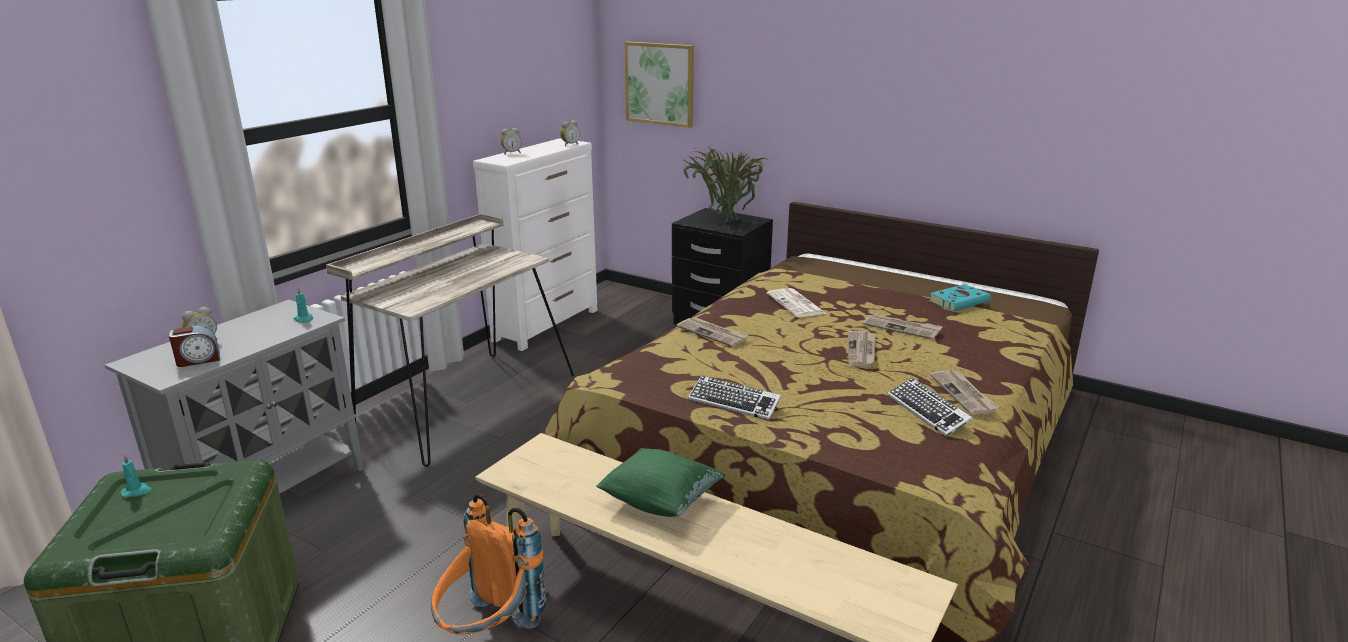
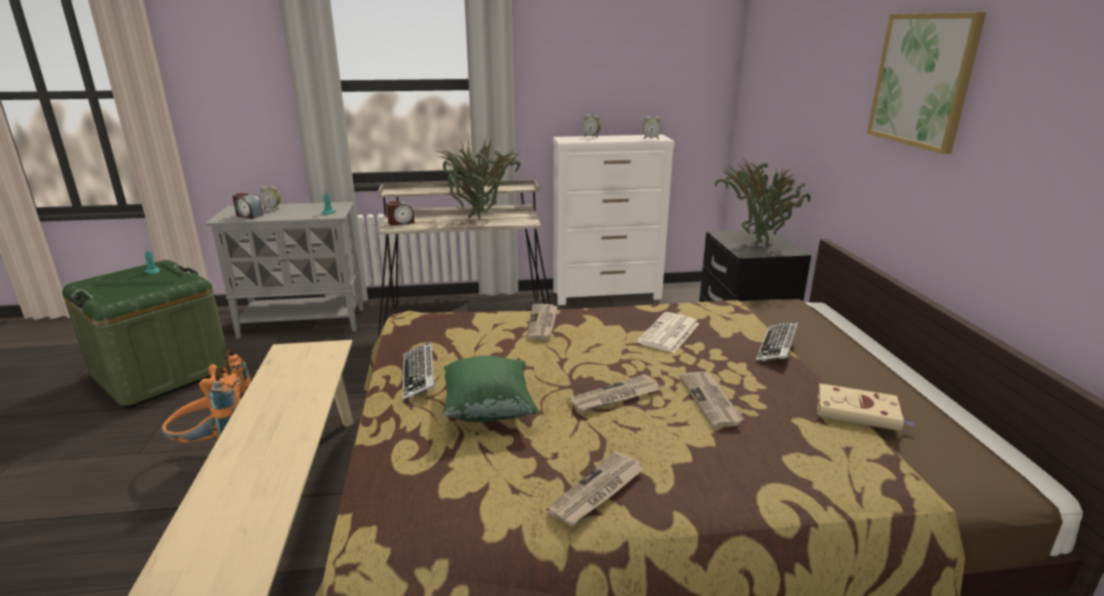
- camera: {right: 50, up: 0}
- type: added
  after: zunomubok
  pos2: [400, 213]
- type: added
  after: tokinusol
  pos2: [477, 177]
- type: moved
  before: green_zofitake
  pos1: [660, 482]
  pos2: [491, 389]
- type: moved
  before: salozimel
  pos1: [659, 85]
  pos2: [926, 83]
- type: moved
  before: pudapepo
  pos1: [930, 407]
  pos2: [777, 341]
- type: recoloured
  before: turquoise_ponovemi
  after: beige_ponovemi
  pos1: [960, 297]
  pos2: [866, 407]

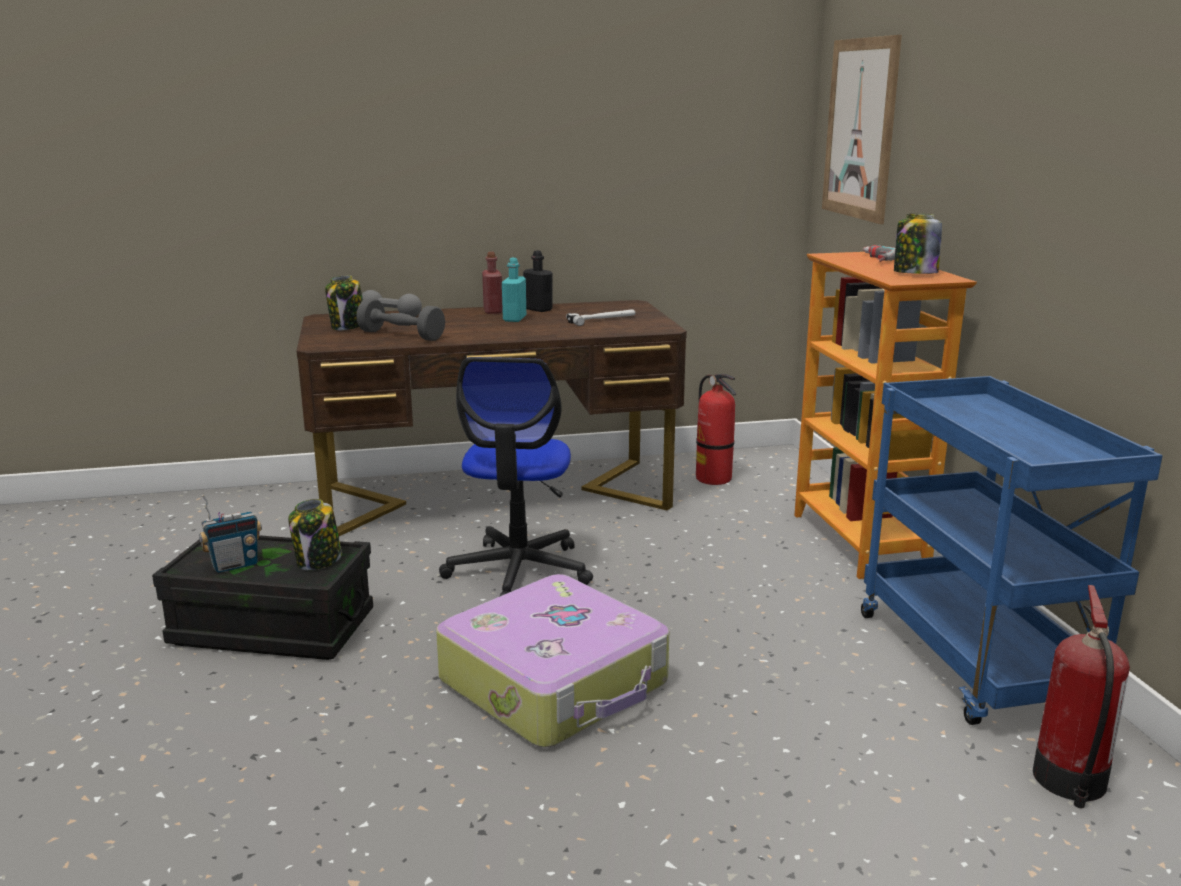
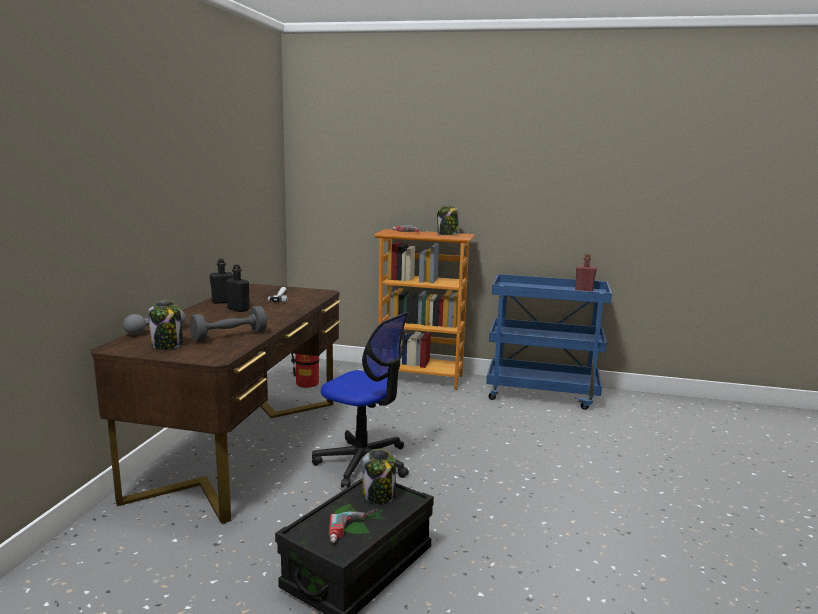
- camera: {right: -65, up: -5}
- type: removed
  before: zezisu
  pos1: [552, 660]
- type: removed
  before: salozimel
  pos1: [862, 129]
- type: removed
  before: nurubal
  pos1: [1081, 696]
- type: moved
  before: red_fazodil
  pos1: [492, 283]
  pos2: [586, 273]
- type: replaced
  before: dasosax
  after: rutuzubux
  pos1: [230, 534]
  pos2: [353, 526]
- type: recoloured
  before: turquoise_fazodil
  after: black_fazodil
  pos1: [514, 290]
  pos2: [238, 288]

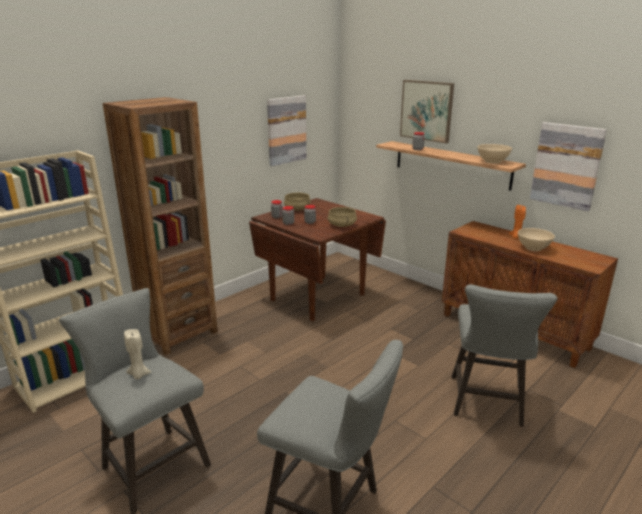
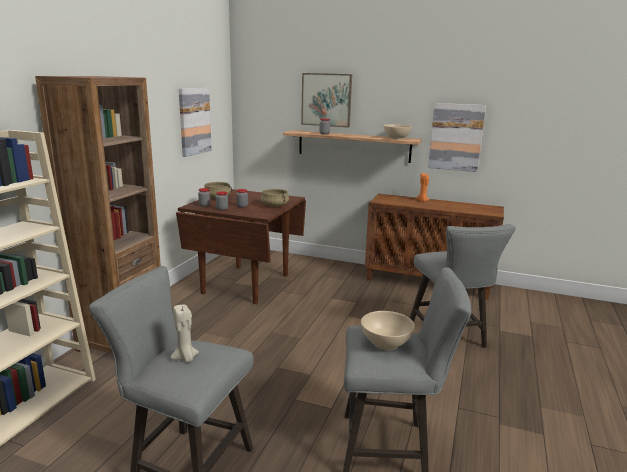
- camera: {right: -25, up: -5}
- type: moved
  before: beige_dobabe
  pos1: [536, 239]
  pos2: [388, 330]

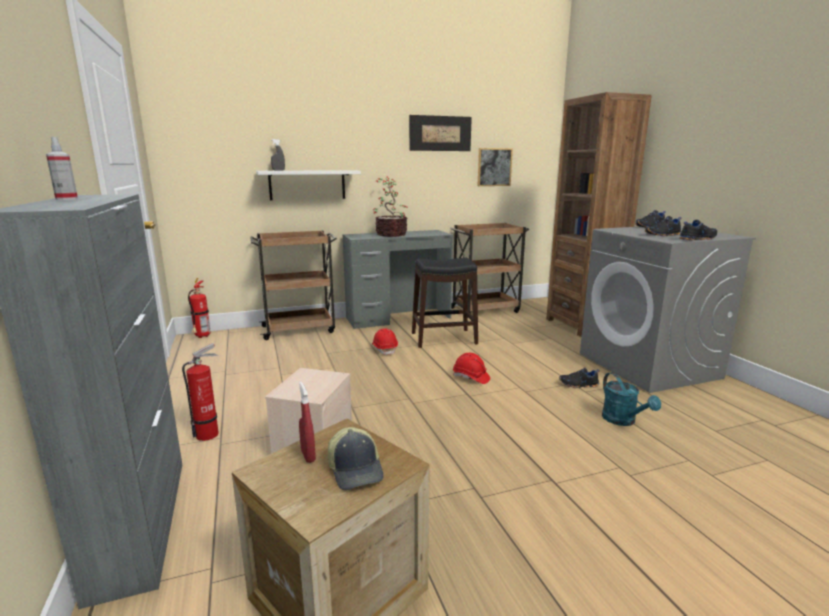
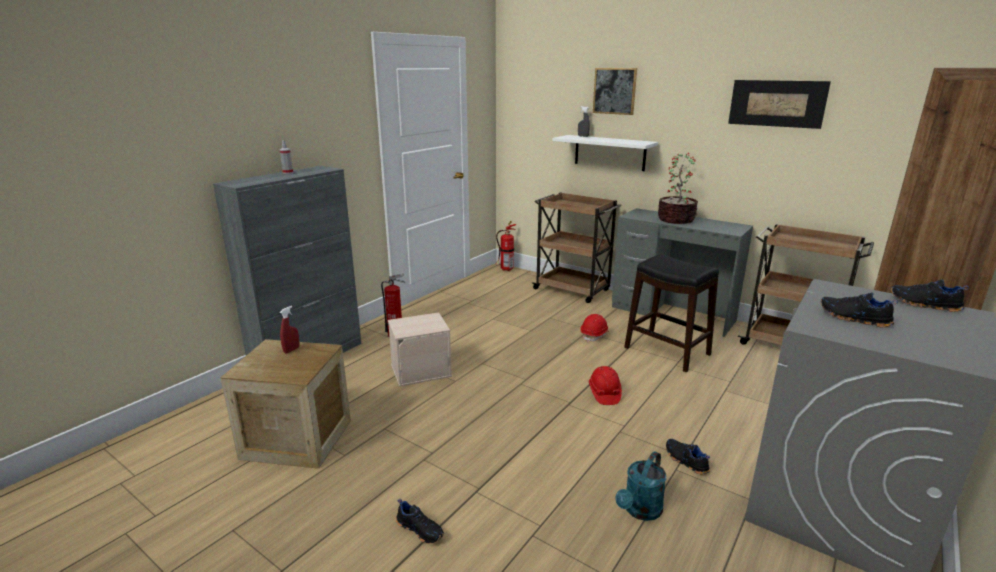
- camera: {right: 55, up: 5}
- type: removed
  before: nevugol
  pos1: [355, 458]
- type: moved
  before: salozimel
  pos1: [495, 167]
  pos2: [615, 91]
- type: moved
  before: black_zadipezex
  pos1: [698, 230]
  pos2: [420, 521]

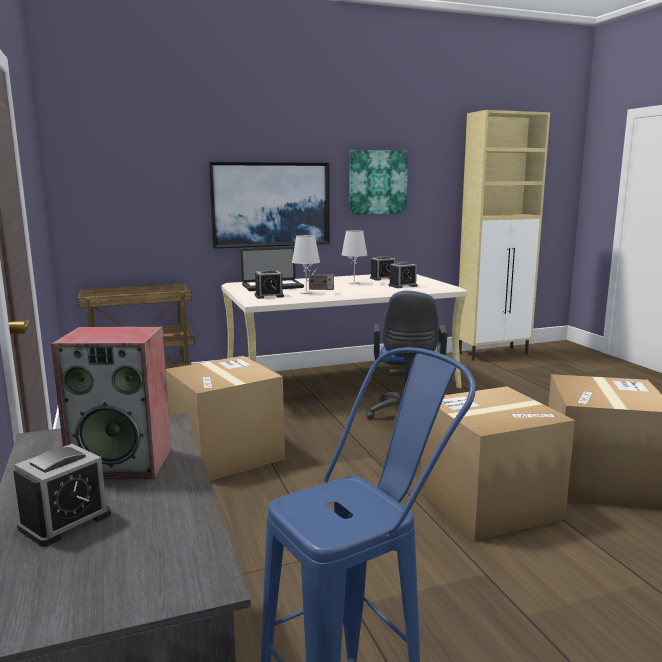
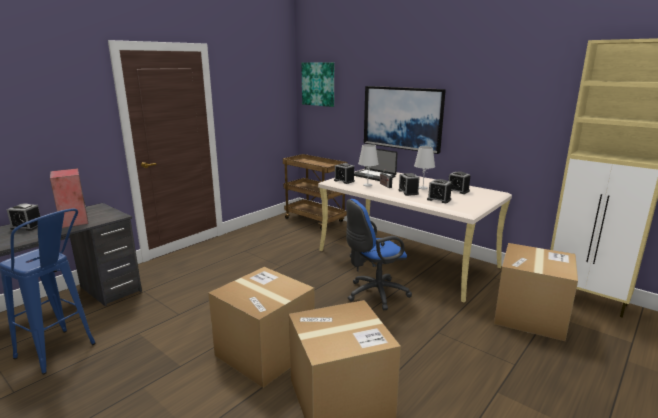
- camera: {right: 60, up: 5}
- type: added
  after: zunomubok
  pos2: [409, 184]
- type: moved
  before: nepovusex
  pos1: [225, 418]
  pos2: [536, 292]
- type: moved
  before: salozimel
  pos1: [378, 182]
  pos2: [317, 84]

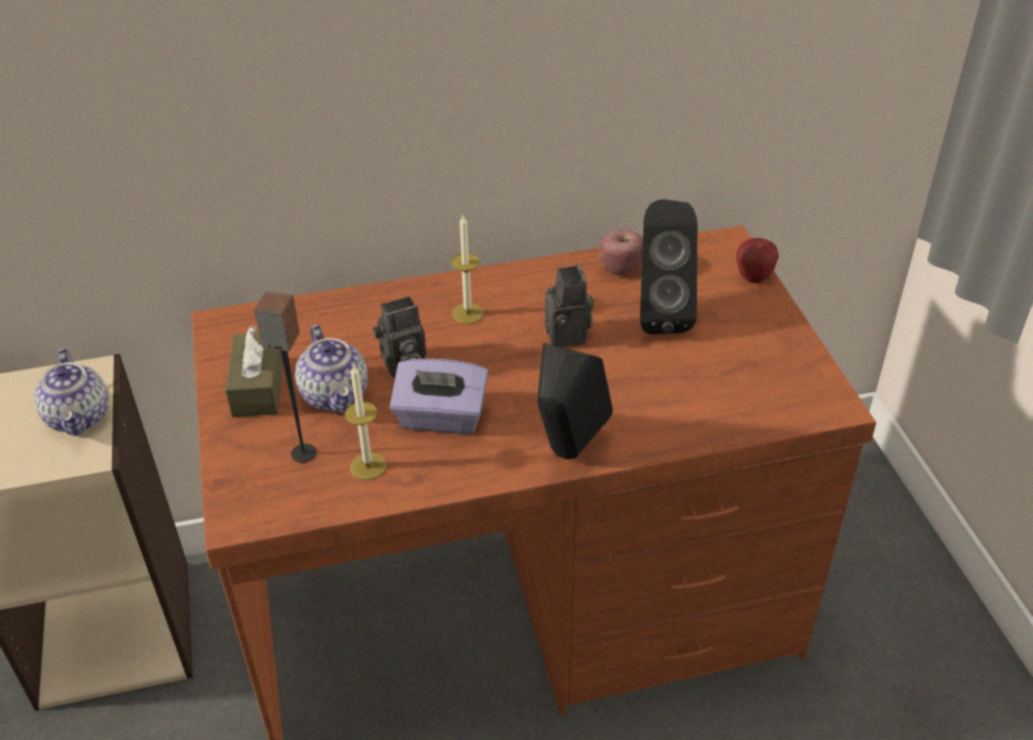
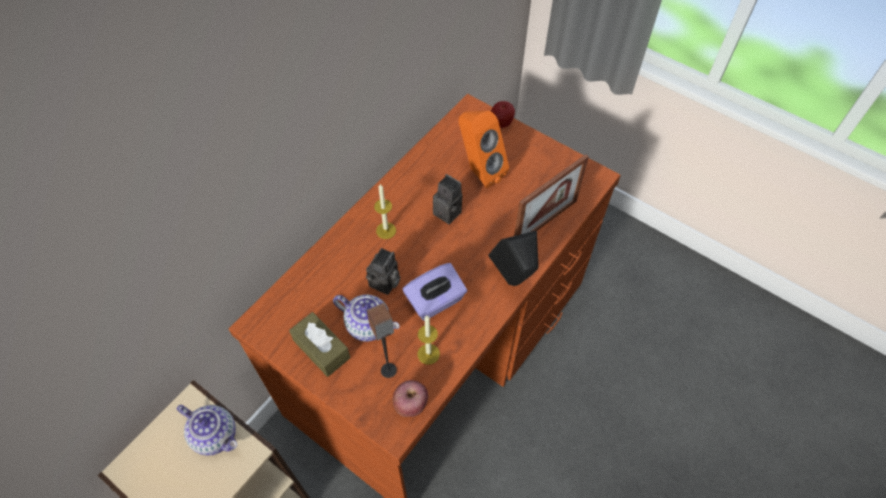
- camera: {right: -40, up: 15}
- type: added
  after: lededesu
  pos2: [551, 195]
- type: moved
  before: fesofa
  pos1: [620, 252]
  pos2: [410, 398]
- type: recoloured
  before: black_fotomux
  after: orange_fotomux
  pos1: [668, 266]
  pos2: [483, 149]

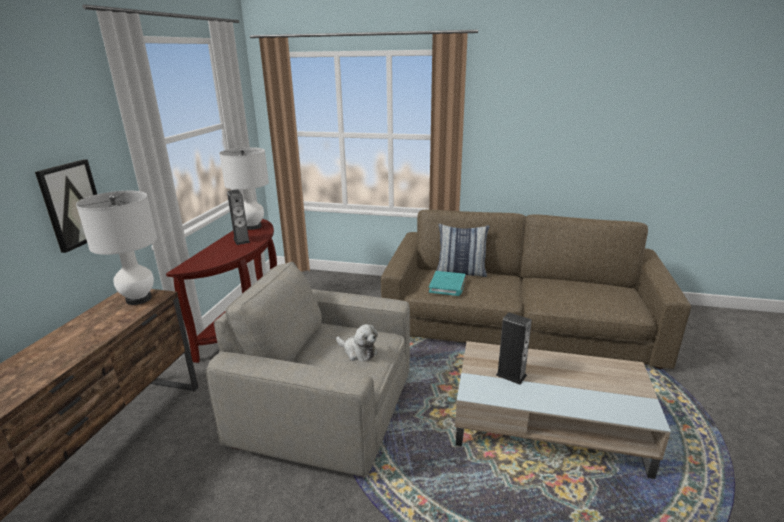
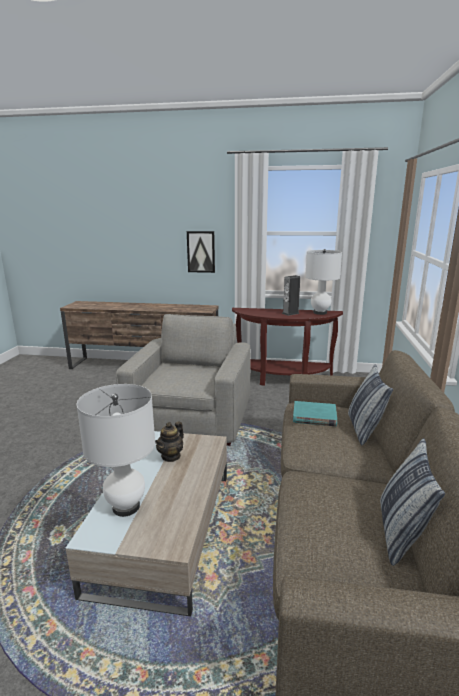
- camera: {right: 85, up: -5}
- type: removed
  before: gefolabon
  pos1: [357, 342]
- type: added
  after: zofitake
  pos2: [412, 502]
- type: moved
  before: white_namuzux
  pos1: [116, 248]
  pos2: [116, 450]
- type: replaced
  before: fotomux
  after: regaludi
  pos1: [514, 348]
  pos2: [169, 441]

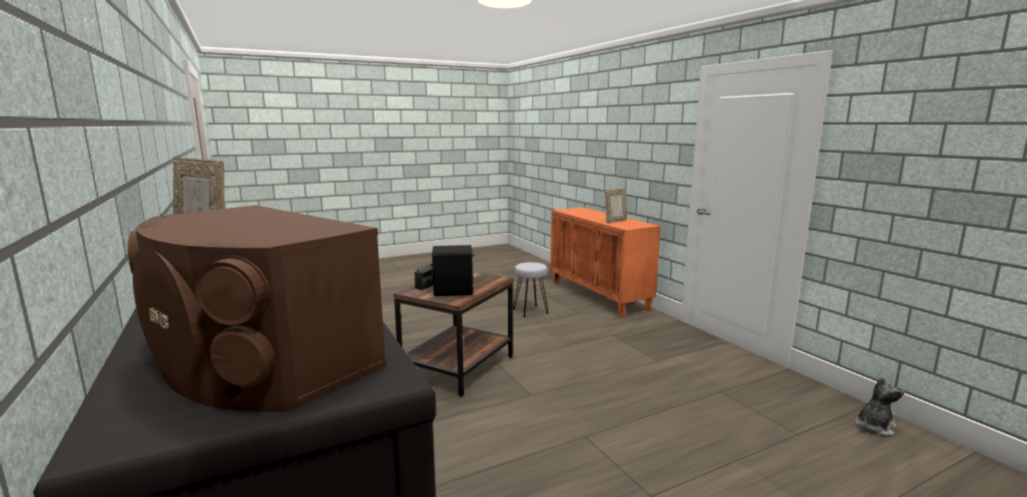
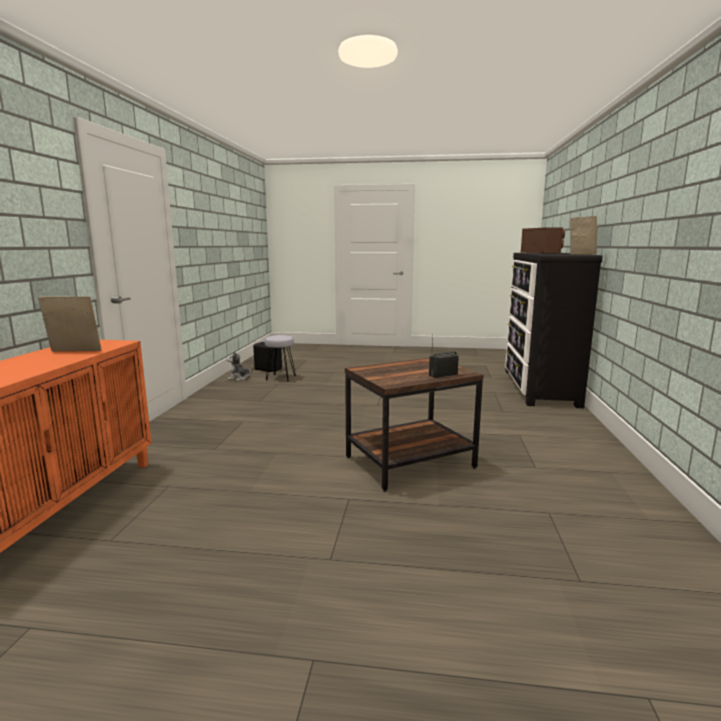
- camera: {right: -145, up: 0}
- type: moved
  before: black_fotomux
  pos1: [454, 270]
  pos2: [267, 357]
- type: moved
  before: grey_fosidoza
  pos1: [530, 289]
  pos2: [280, 358]

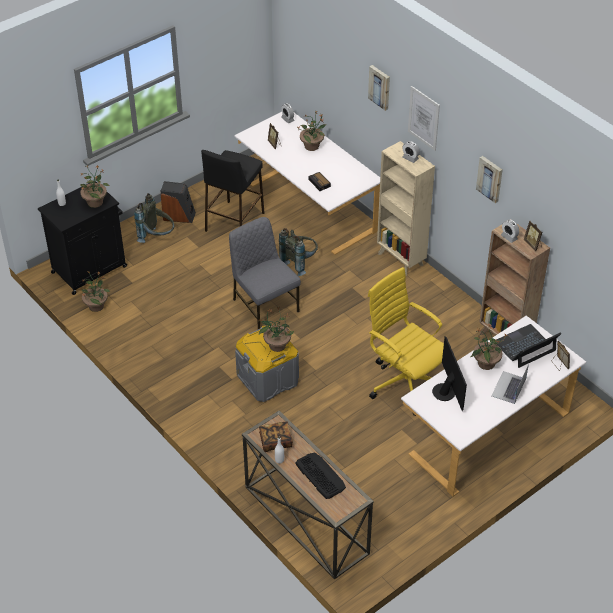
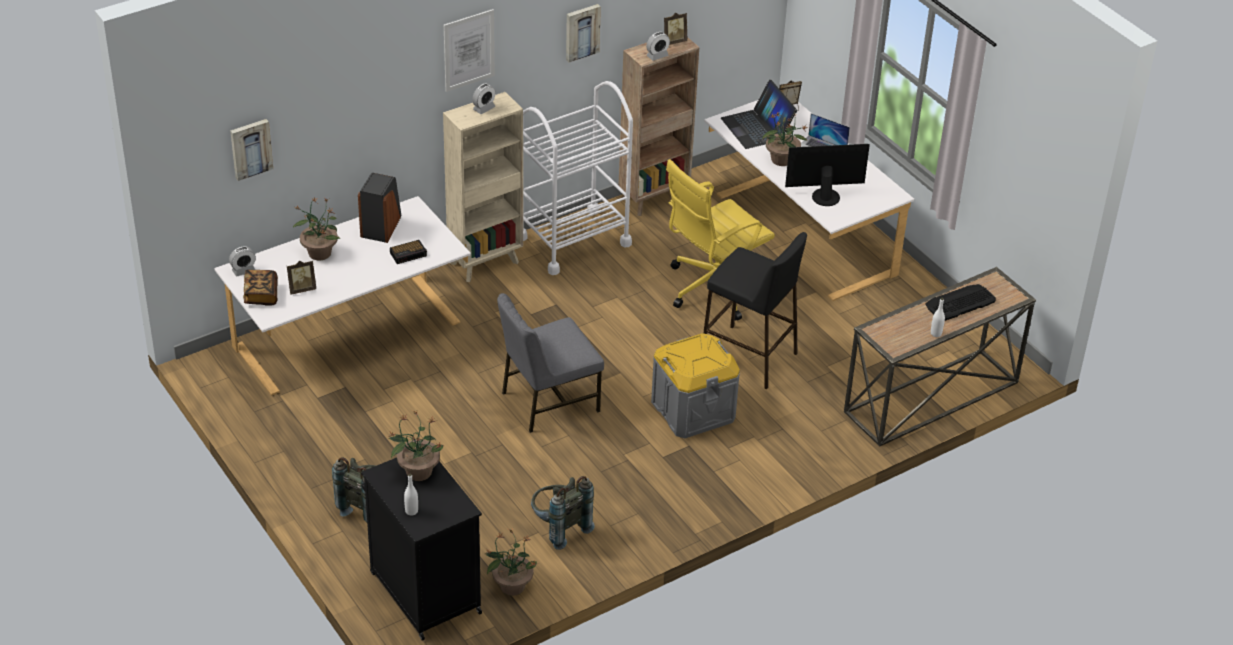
- camera: {right: -85, up: -5}
- type: removed
  before: tokinusol
  pos1: [276, 330]
- type: added
  after: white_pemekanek
  pos2: [578, 178]
- type: moved
  before: fotomux
  pos1: [178, 202]
  pos2: [379, 208]
- type: moved
  before: black_fosidoza
  pos1: [232, 191]
  pos2: [755, 310]
- type: moved
  before: ponovemi
  pos1: [276, 436]
  pos2: [260, 288]
- type: moved
  before: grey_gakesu
  pos1: [298, 252]
  pos2: [563, 513]
- type: moved
  before: salozimel
  pos1: [379, 88]
  pos2: [251, 150]

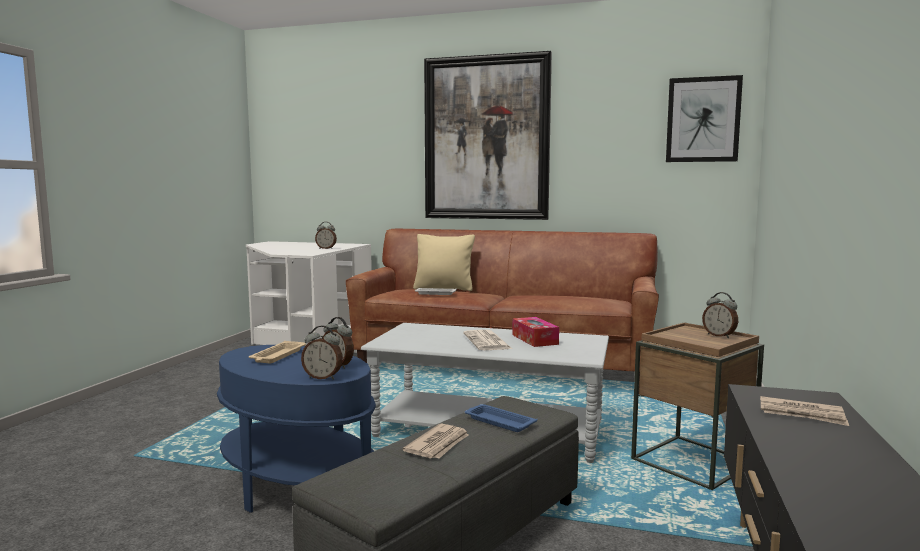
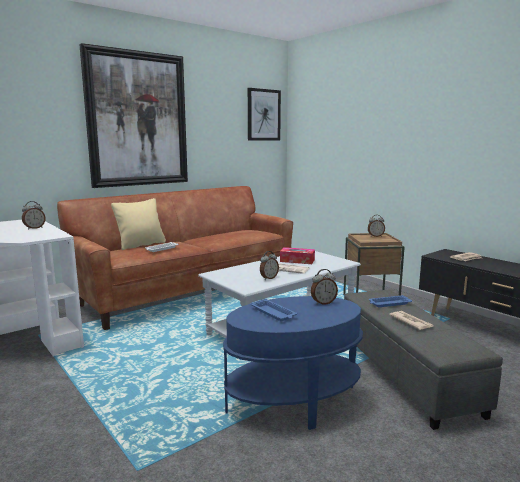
- camera: {right: -55, up: 5}
- type: moved
  before: zunomubok
  pos1: [322, 352]
  pos2: [269, 265]
- type: recoloured
  before: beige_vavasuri
  after: blue_vavasuri
  pos1: [277, 352]
  pos2: [273, 310]

